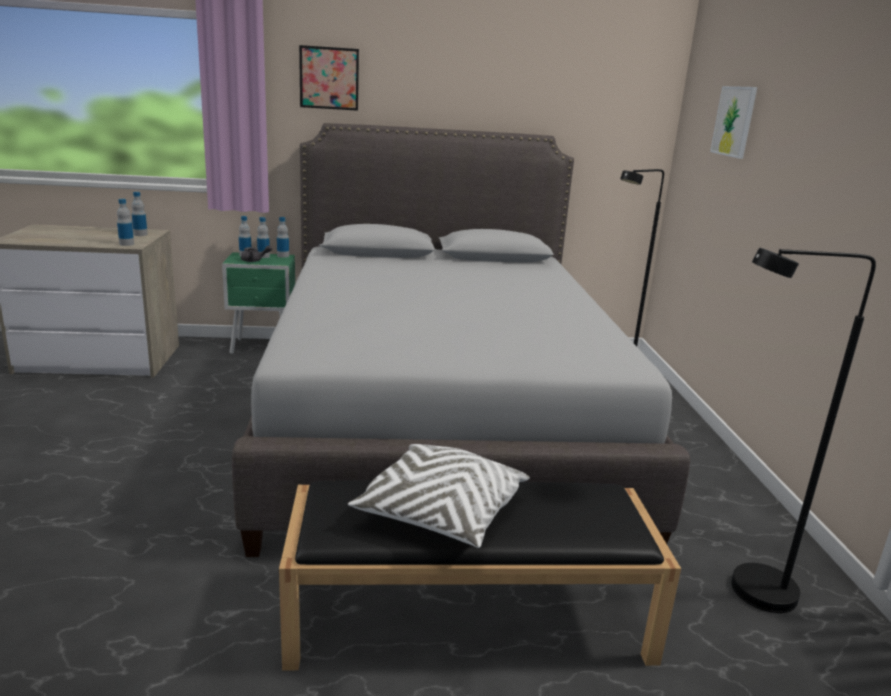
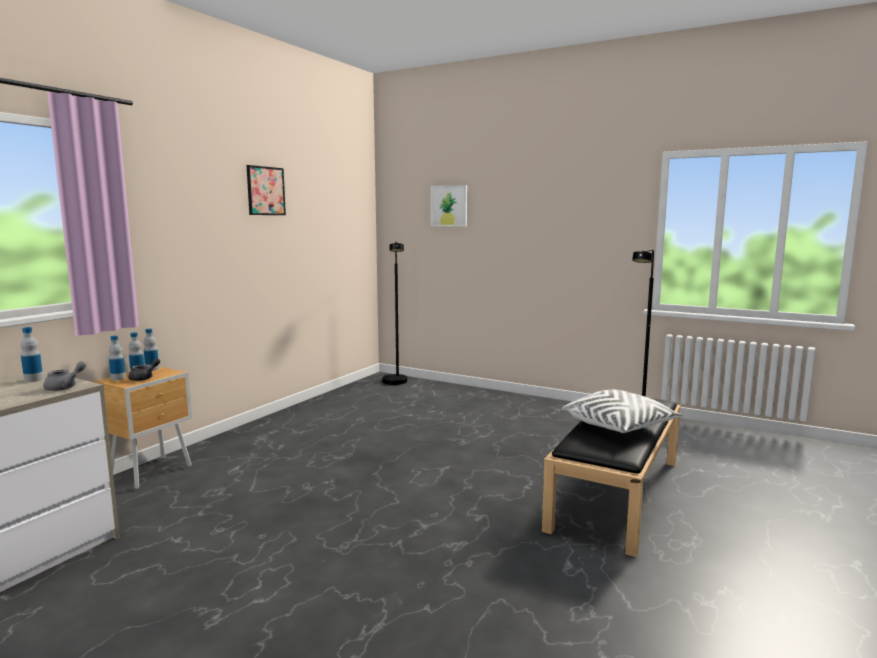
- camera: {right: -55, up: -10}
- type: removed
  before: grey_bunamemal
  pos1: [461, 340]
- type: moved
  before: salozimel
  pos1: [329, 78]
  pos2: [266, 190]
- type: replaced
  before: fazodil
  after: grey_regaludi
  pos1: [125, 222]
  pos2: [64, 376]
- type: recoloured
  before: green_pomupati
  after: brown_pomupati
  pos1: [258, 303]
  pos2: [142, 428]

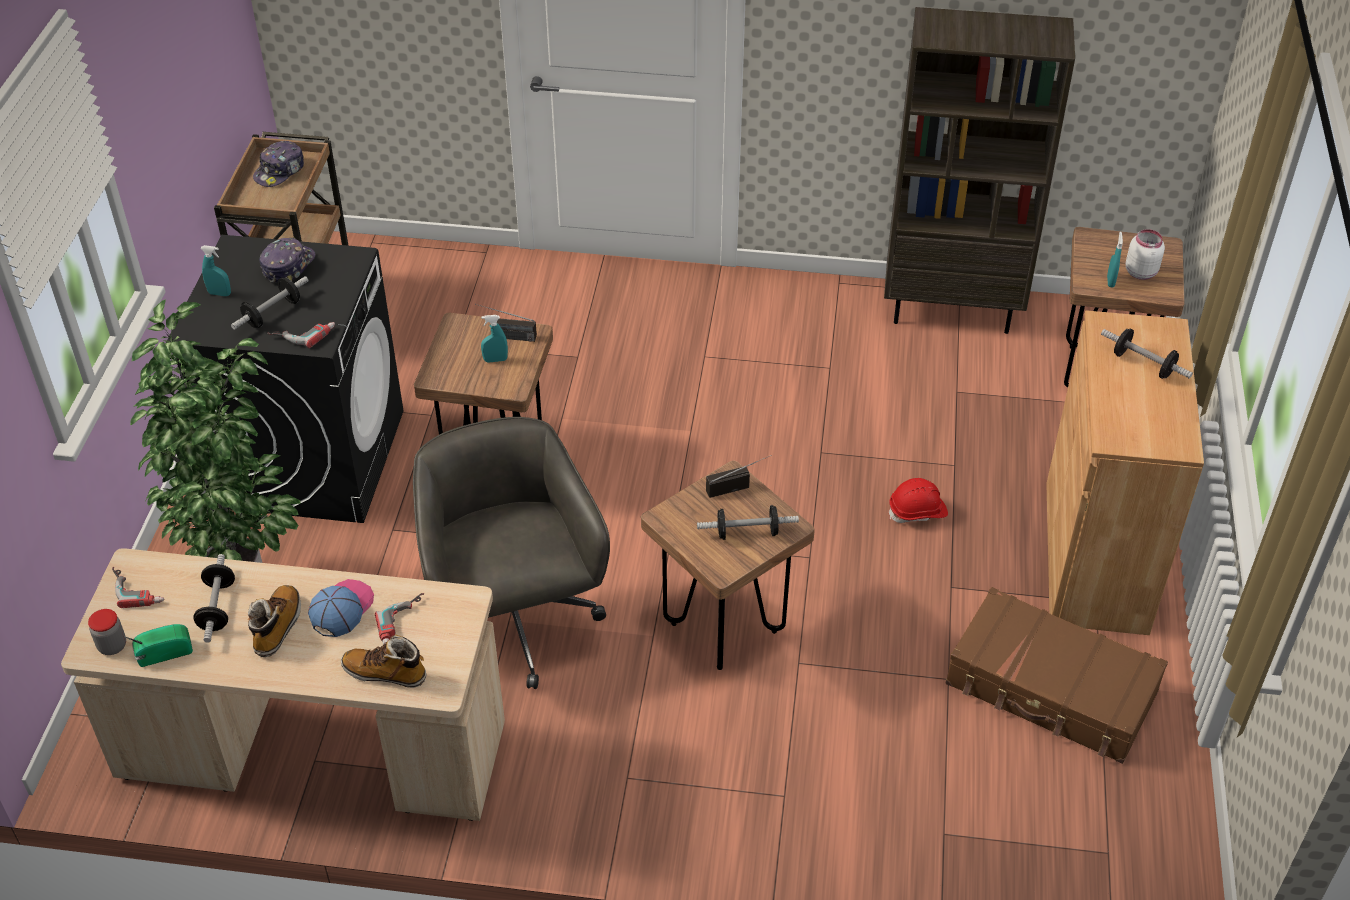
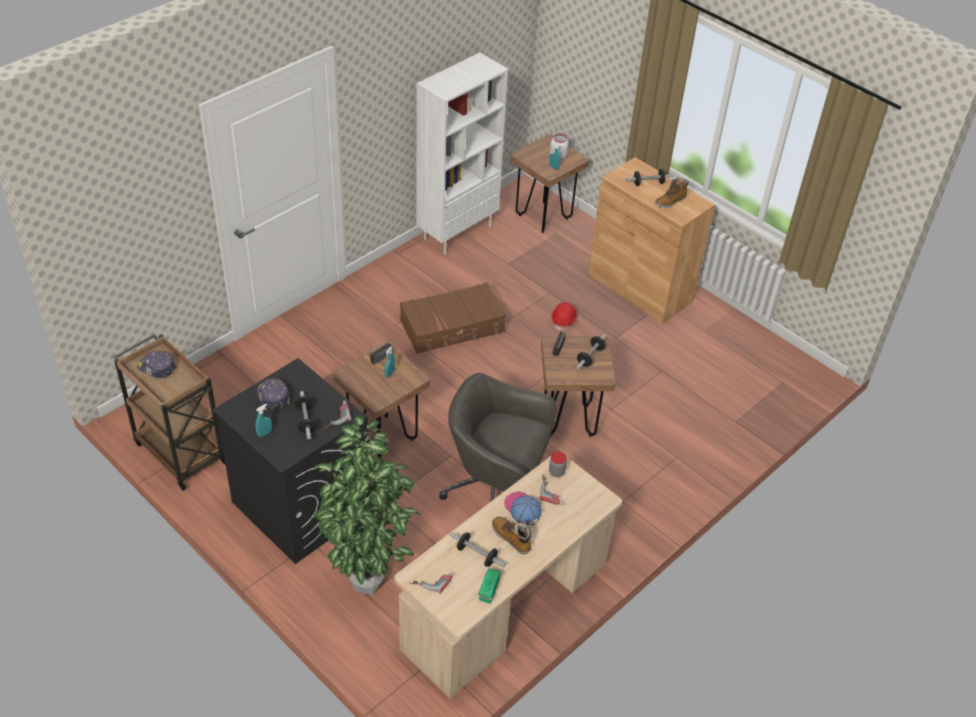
- camera: {right: -55, up: 0}
- type: moved
  before: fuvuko
  pos1: [107, 632]
  pos2: [558, 464]
- type: moved
  before: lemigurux
  pos1: [383, 661]
  pos2: [672, 193]
- type: moved
  before: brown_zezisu
  pos1: [1057, 675]
  pos2: [453, 317]
- type: recoloured
  before: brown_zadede
  after: white_zadede
  pos1: [979, 170]
  pos2: [462, 153]
- type: turned
  before: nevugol
  pos1: [278, 164]
  pos2: [156, 364]
  turn: 135

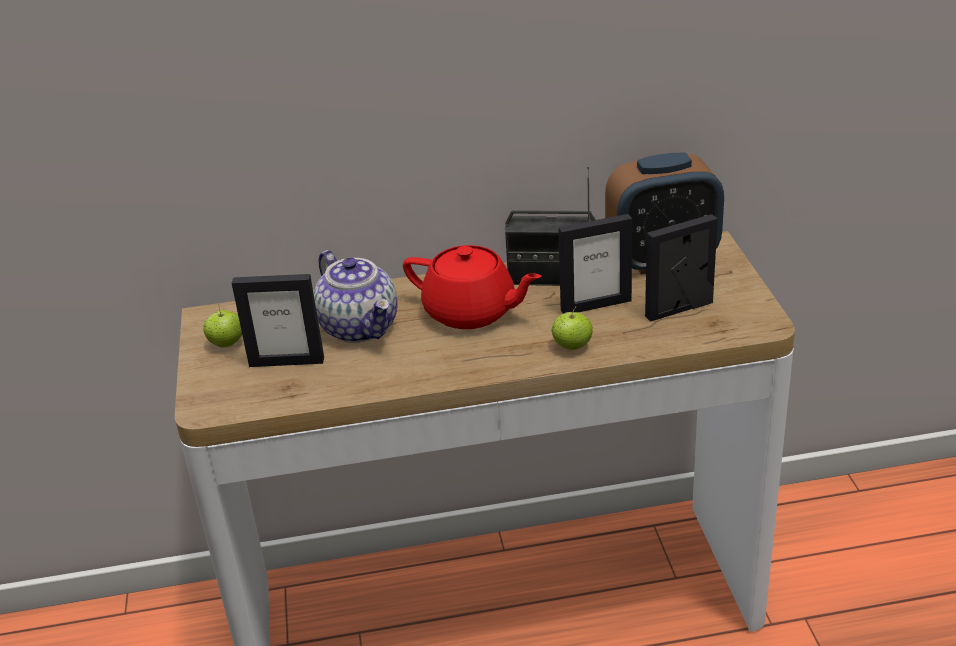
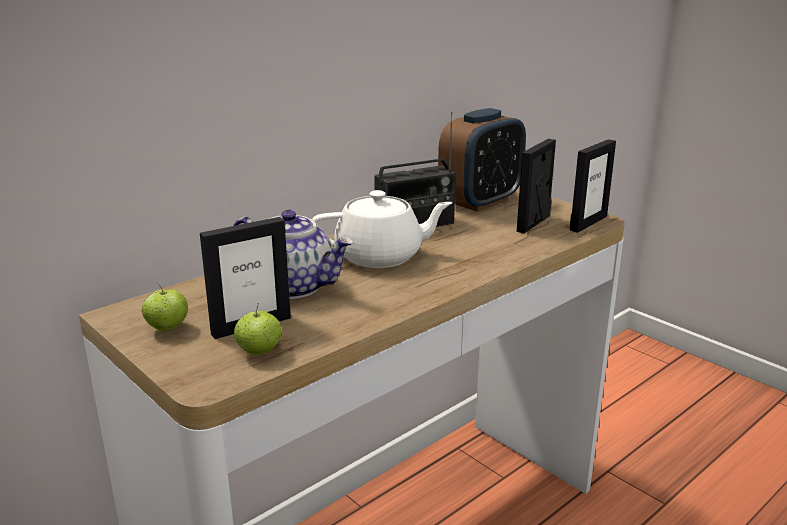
- camera: {right: -35, up: -10}
- type: moved
  before: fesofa
  pos1: [572, 328]
  pos2: [258, 329]
- type: moved
  before: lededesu
  pos1: [595, 264]
  pos2: [592, 186]
- type: recoloured
  before: red_regaludi
  after: white_regaludi
  pos1: [472, 287]
  pos2: [382, 229]

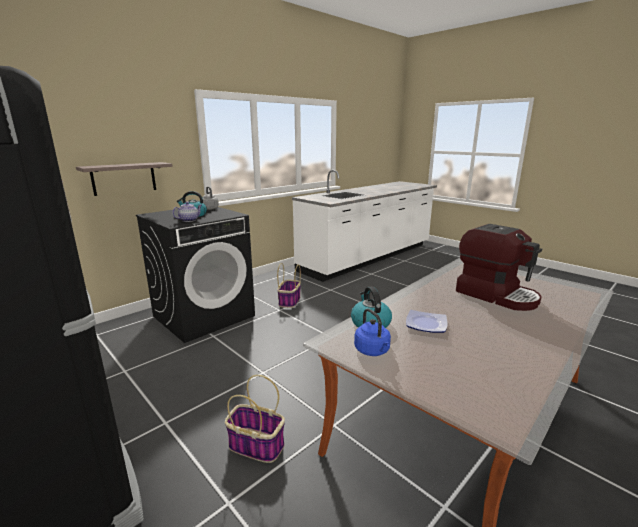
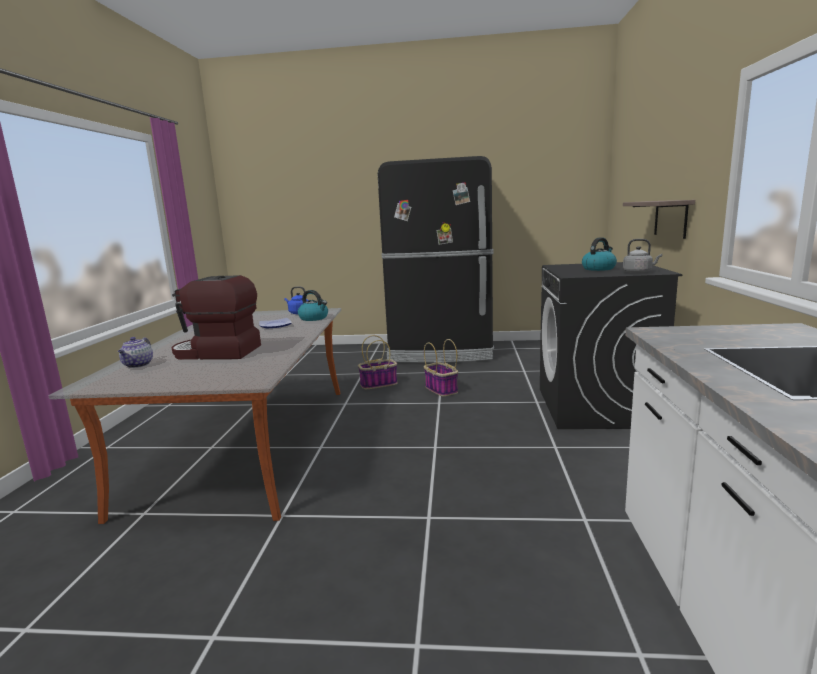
- camera: {right: 140, up: -5}
- type: moved
  before: regaludi
  pos1: [187, 212]
  pos2: [135, 352]
- type: moved
  before: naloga
  pos1: [289, 285]
  pos2: [441, 367]

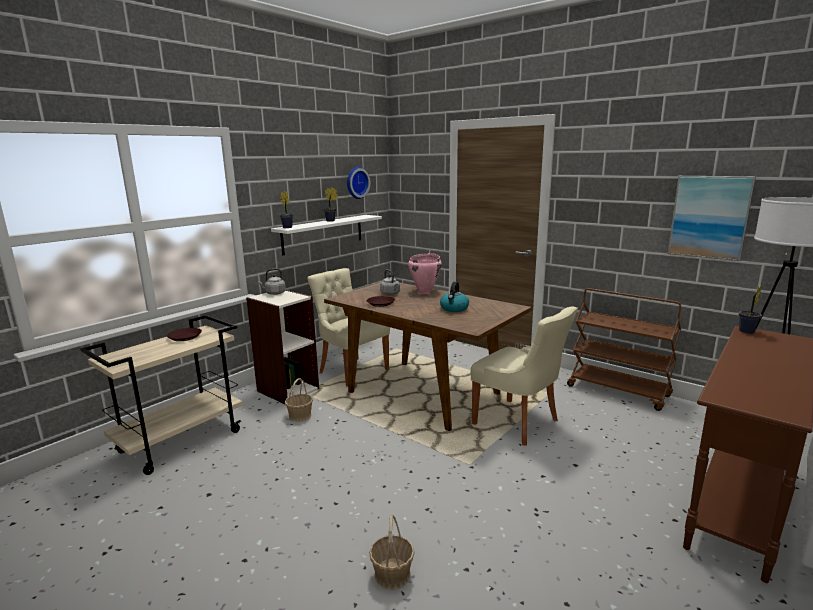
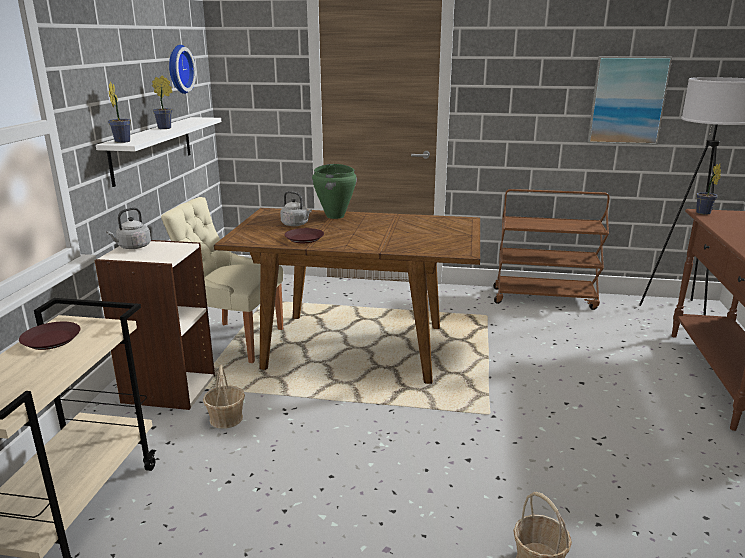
- camera: {right: -30, up: 5}
- type: removed
  before: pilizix
  pos1: [454, 297]
- type: removed
  before: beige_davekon
  pos1: [524, 376]
- type: recoloured
  before: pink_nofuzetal
  after: green_nofuzetal
  pos1: [425, 273]
  pos2: [334, 191]

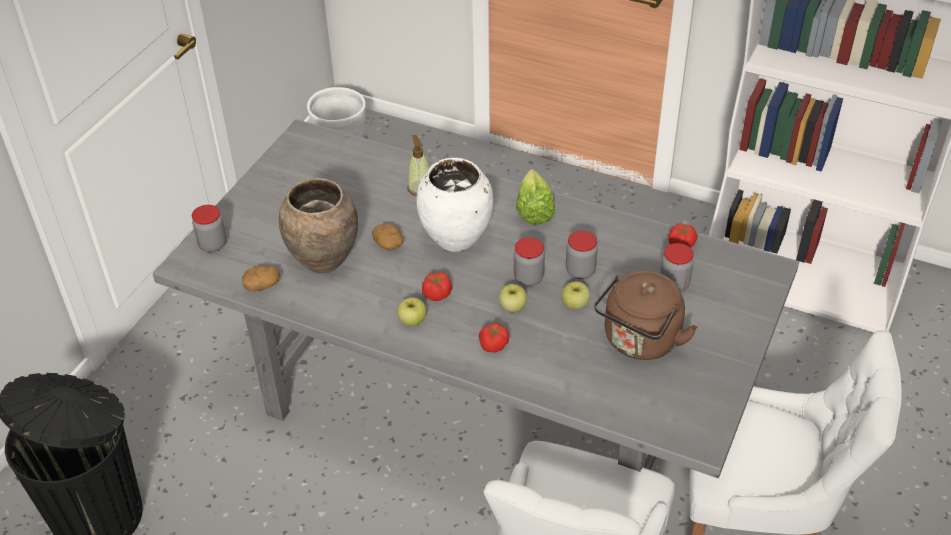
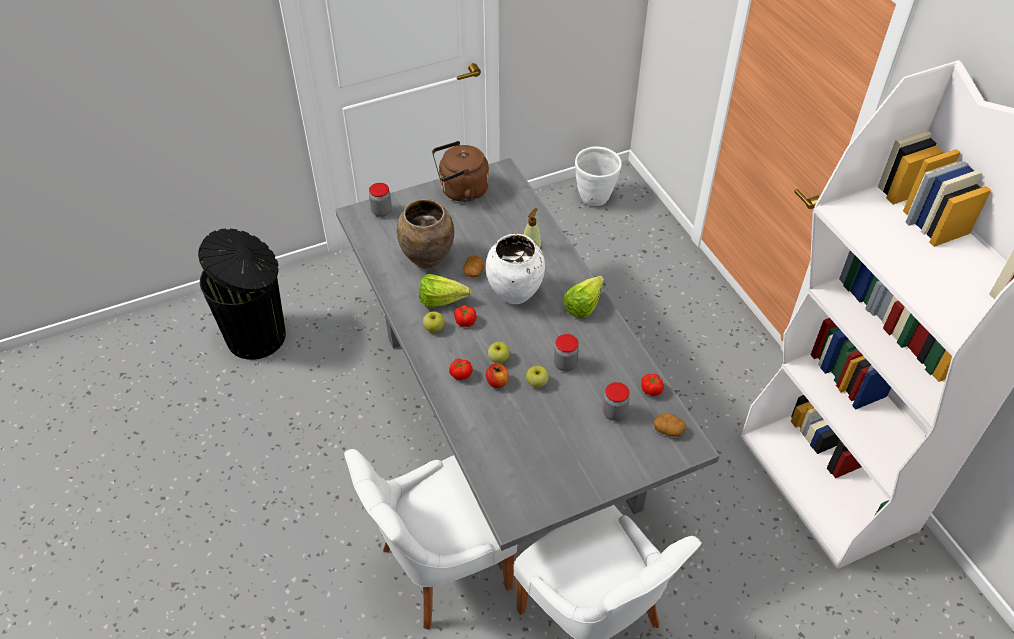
- camera: {right: 40, up: 5}
- type: removed
  before: fuvuko
  pos1: [529, 261]
- type: added
  after: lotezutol
  pos2: [445, 290]
- type: added
  after: fesofa
  pos2: [497, 375]
- type: moved
  before: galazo
  pos1: [261, 278]
  pos2: [670, 425]
- type: moved
  before: brown_pilizix
  pos1: [646, 315]
  pos2: [460, 171]

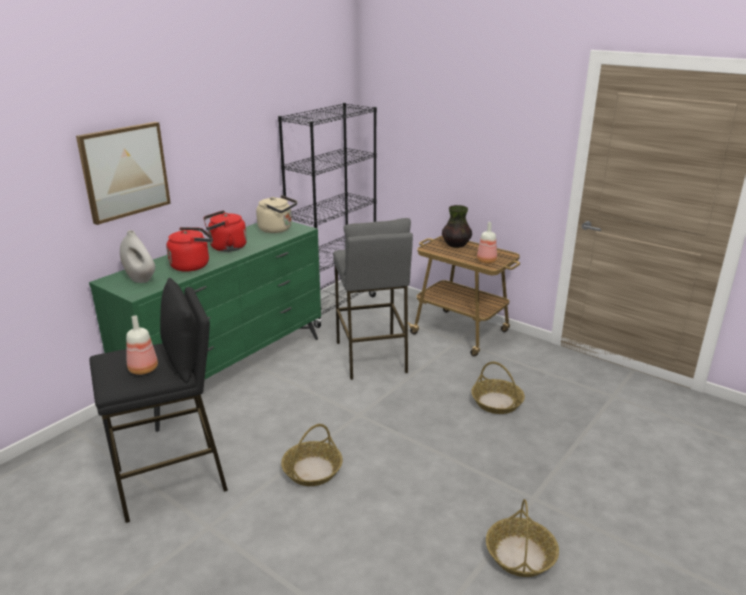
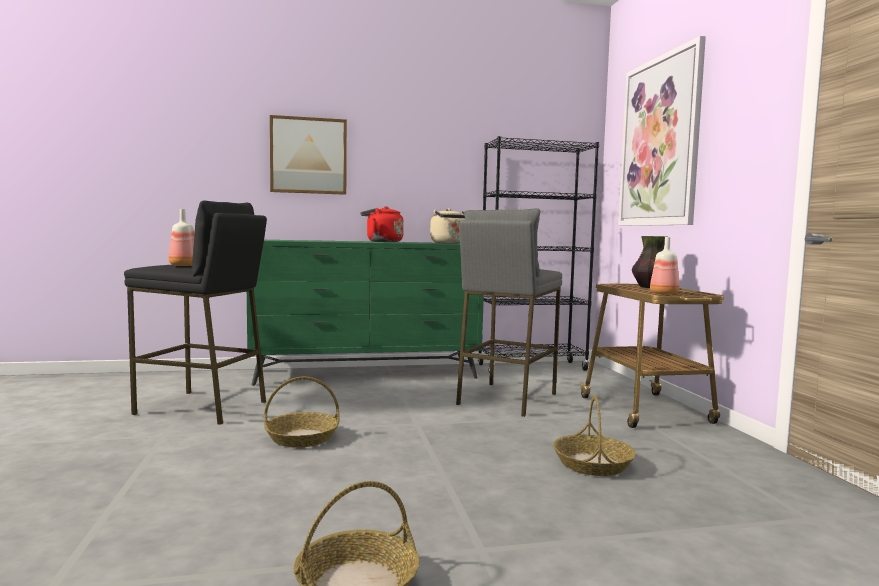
- camera: {right: 40, up: -20}
- type: removed
  before: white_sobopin
  pos1: [137, 256]
- type: removed
  before: red_pilizix
  pos1: [189, 249]
- type: added
  after: salozimel
  pos2: [662, 131]

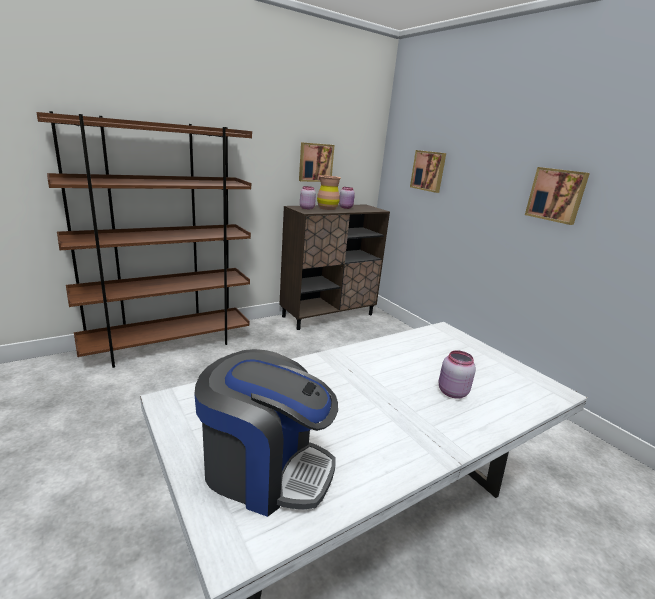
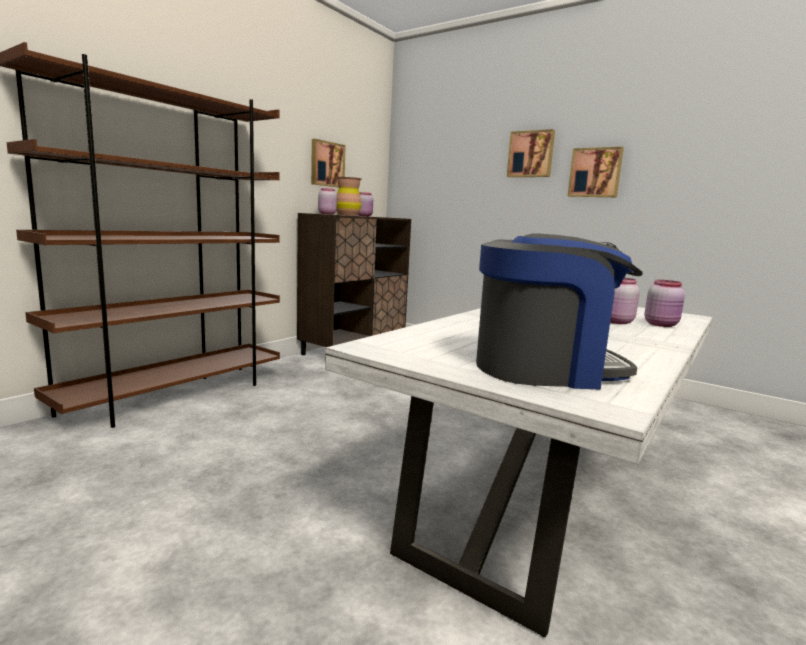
- camera: {right: -20, up: -10}
- type: added
  after: pink_fuvuko
  pos2: [664, 303]
- type: moved
  before: salozimel
  pos1: [428, 171]
  pos2: [531, 153]

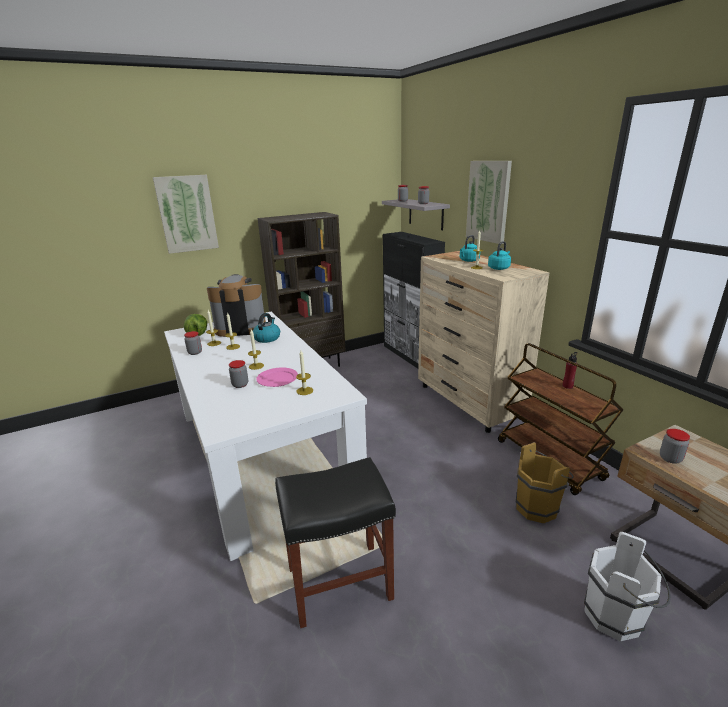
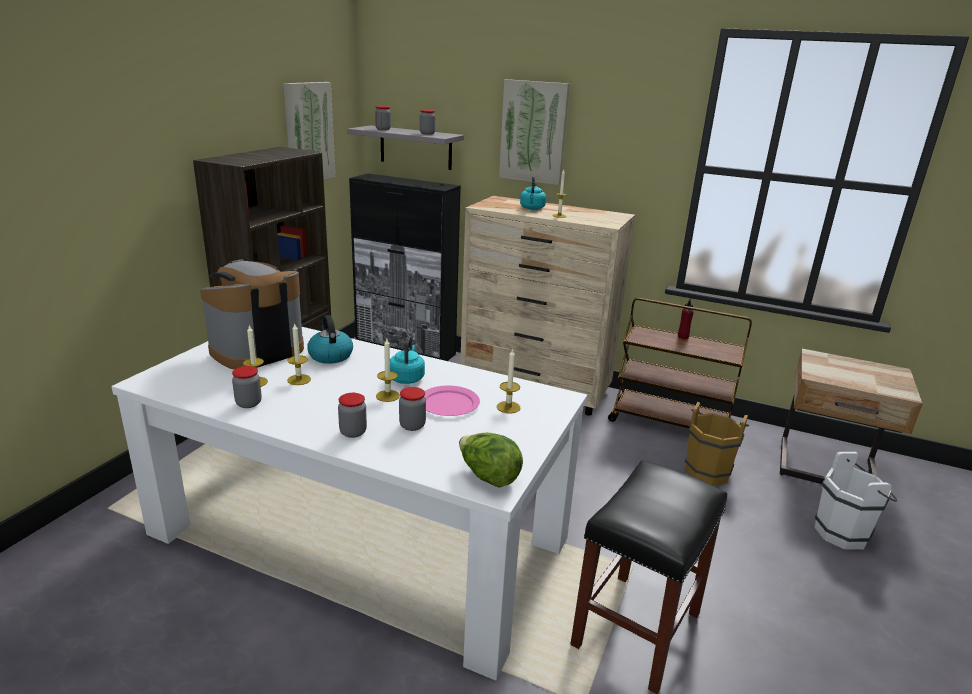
- camera: {right: -40, up: 0}
- type: moved
  before: salozimel
  pos1: [186, 214]
  pos2: [309, 131]
- type: moved
  before: lotezutol
  pos1: [195, 325]
  pos2: [491, 460]
- type: moved
  before: turquoise_pilizix
  pos1: [499, 255]
  pos2: [407, 360]
- type: moved
  before: fuvuko
  pos1: [675, 446]
  pos2: [352, 415]

